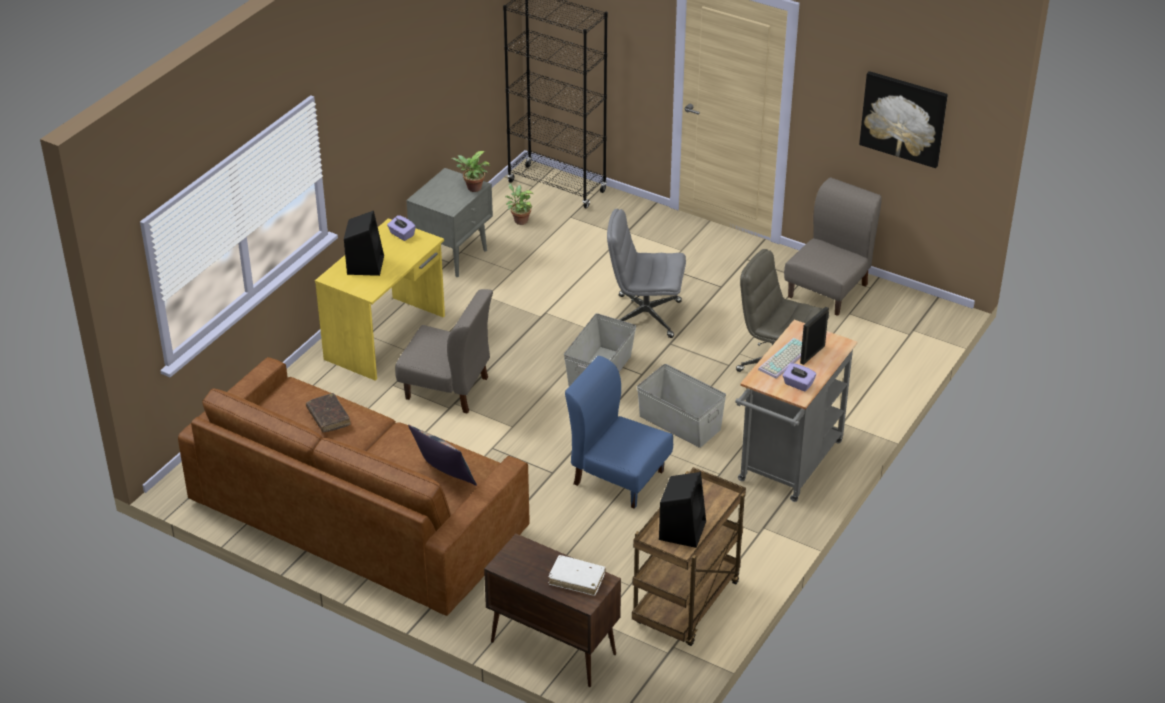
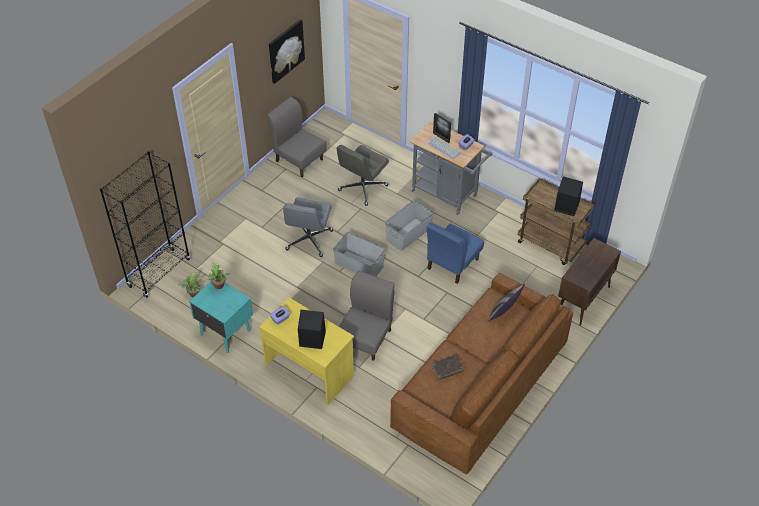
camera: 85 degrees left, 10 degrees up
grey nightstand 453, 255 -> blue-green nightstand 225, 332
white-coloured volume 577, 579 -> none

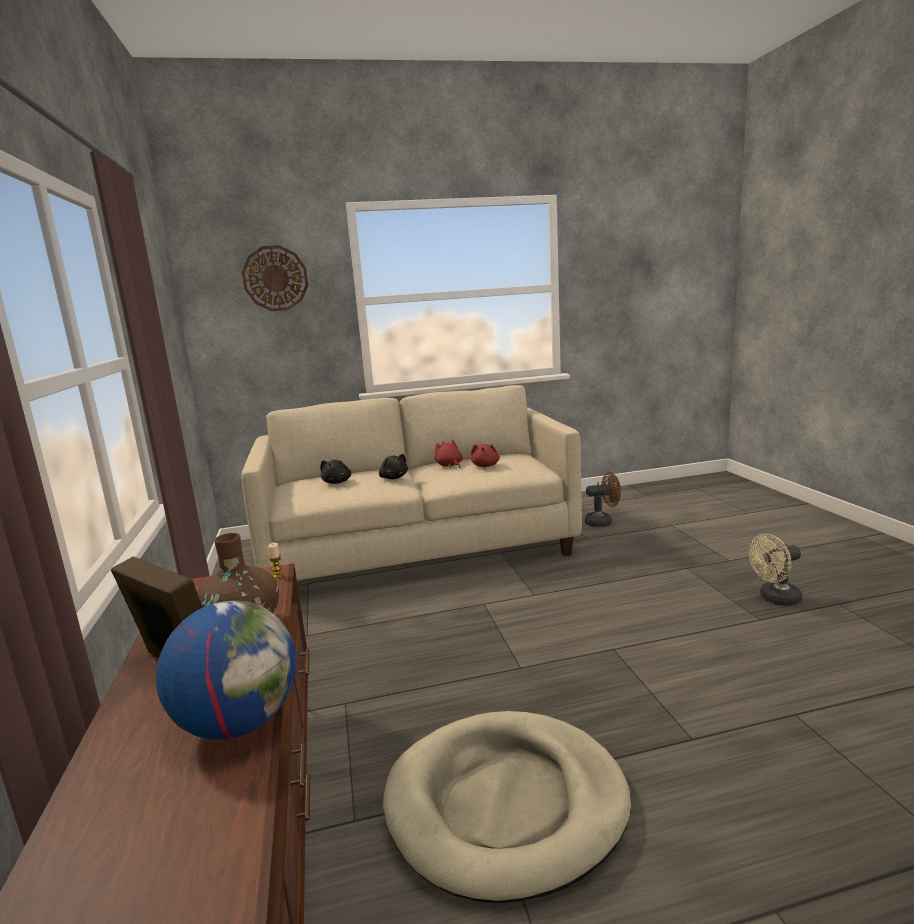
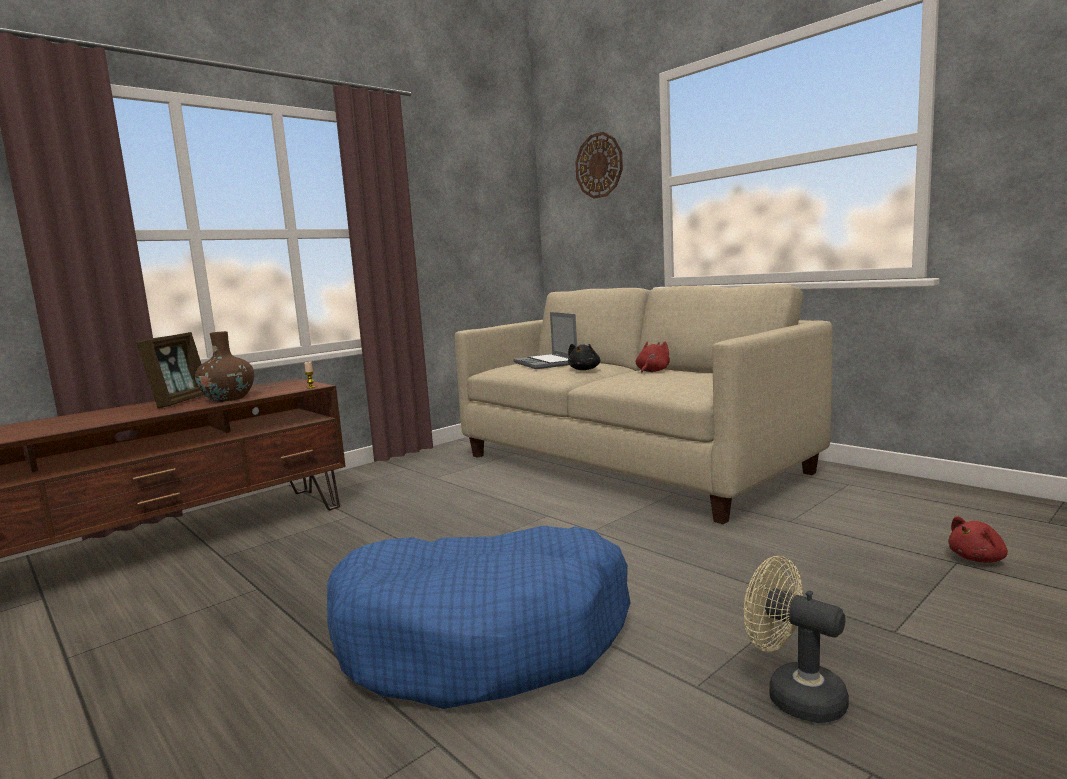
camera: 60 degrees right, 5 degrees down
world globe 239, 722 -> none
black-coloured cuddly toy 337, 482 -> laptop 546, 363
beige-coloured pet bed 506, 804 -> none
red cuddly toy 485, 466 -> red cuddly toy 978, 559, relocated
brown fan 603, 522 -> none
none -> blue pet bed 483, 637

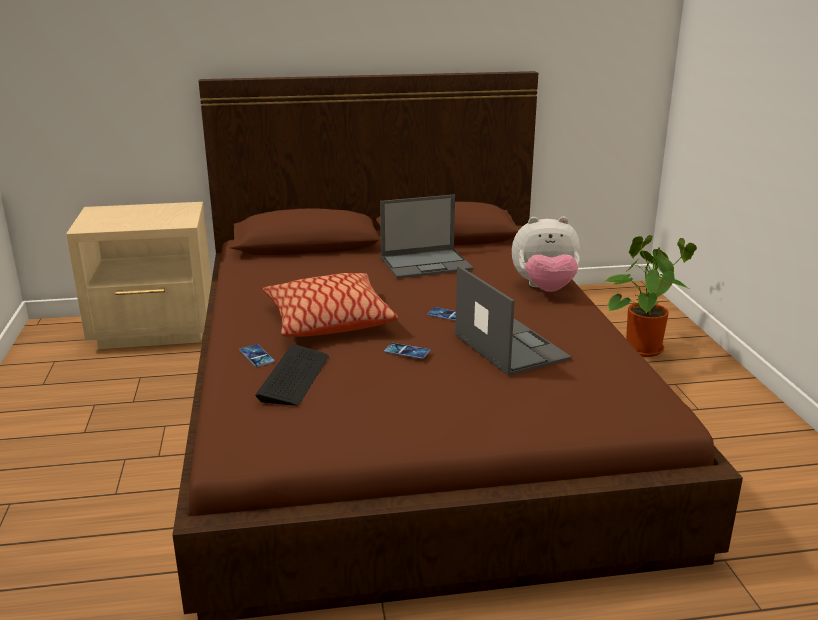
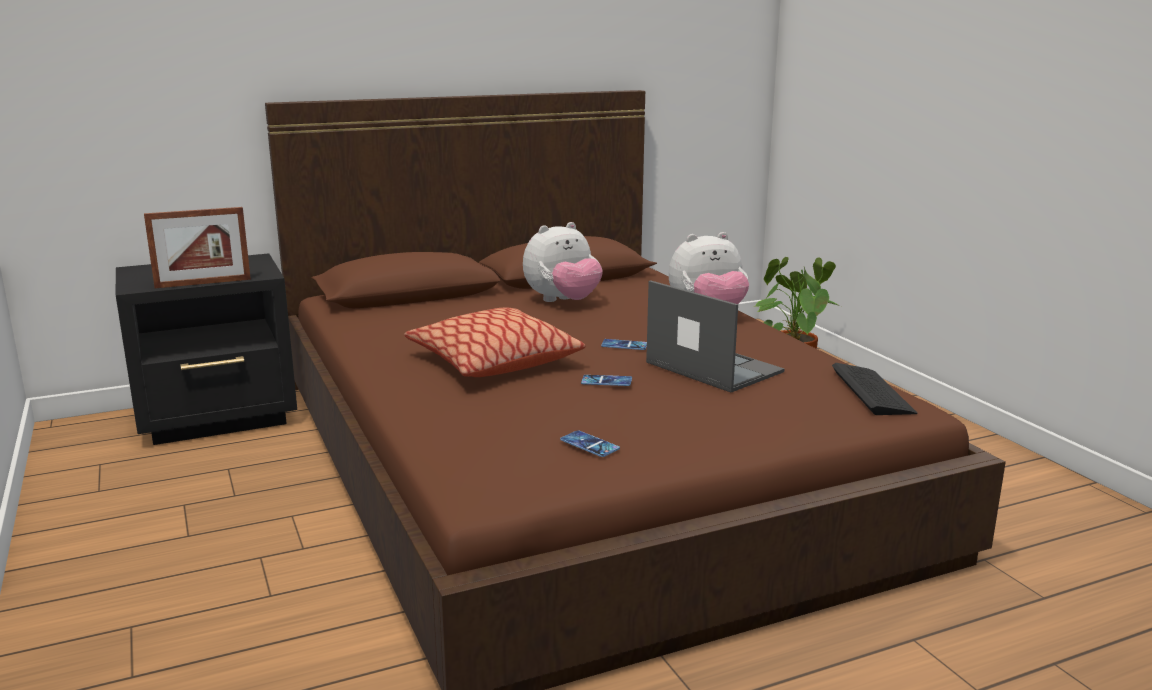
camera: 15 degrees left, 5 degrees down
beige-coloured nightstand 156, 331 -> black-coloured nightstand 219, 418
phone 256, 356 -> phone 589, 444, relocated
computer keyboard 294, 377 -> computer keyboard 872, 392, relocated
laptop 427, 263 -> cuddly toy 563, 301
none -> standing frame 203, 283

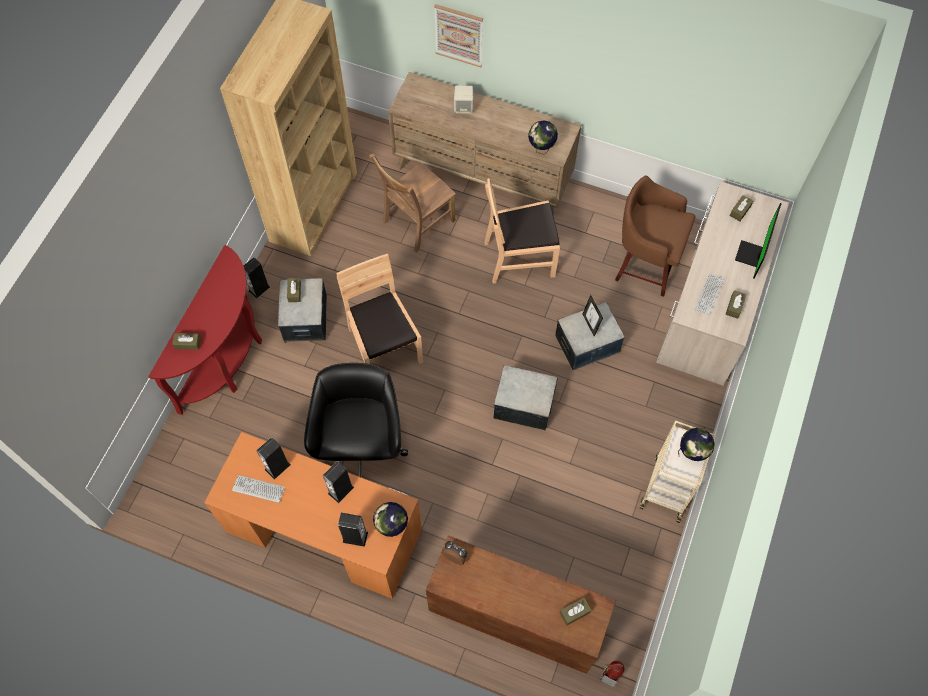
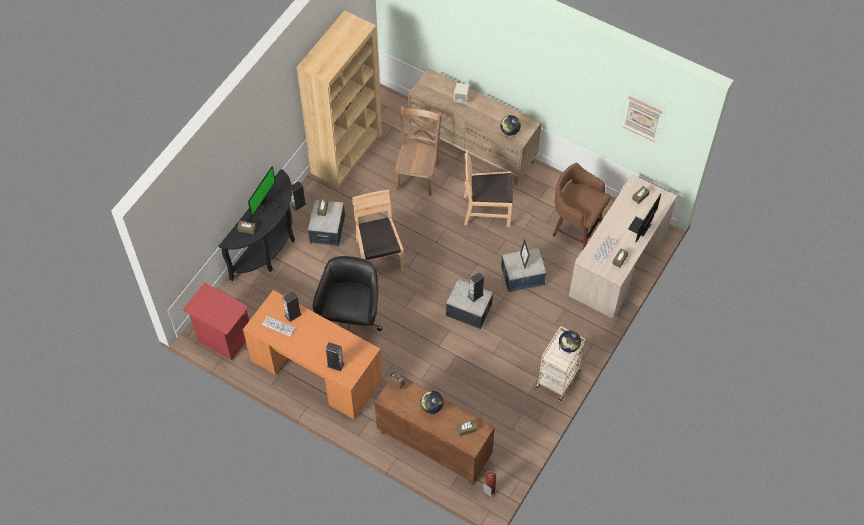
camera: 10 degrees right, 5 degrees down
red console table 228, 359 -> black-coloured console table 269, 249
loudspeaker 341, 490 -> loudspeaker 475, 295, relocated
brown plain chair 416, 223 -> brown plain chair 418, 175, 135 degrees clockwise
world globe 392, 526 -> world globe 431, 409, relocated
picture 459, 35 -> picture 642, 118, relocated
none -> red nightstand 223, 338
none -> computer screen 269, 205

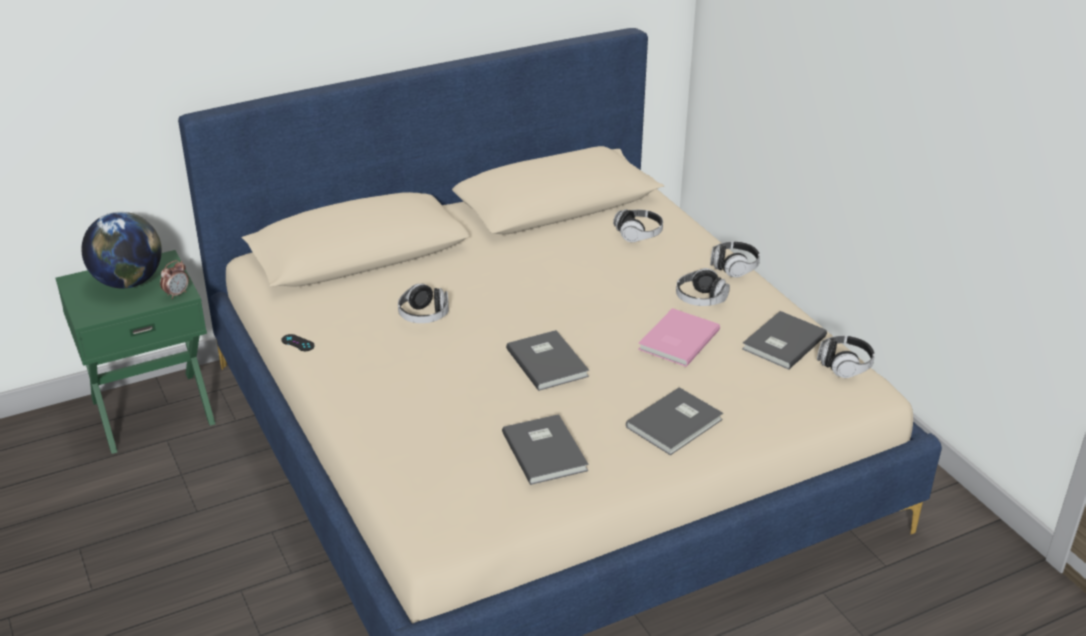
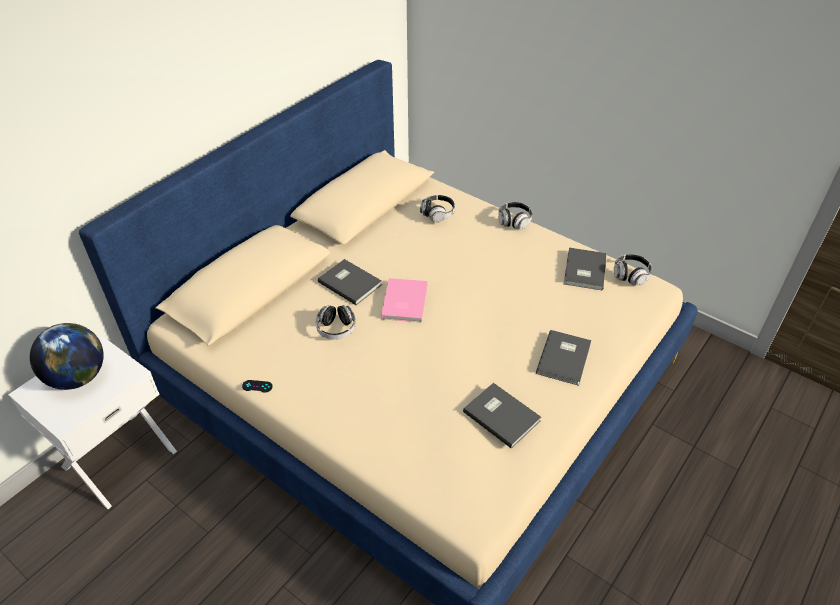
camera: 25 degrees left, 10 degrees up
green-coloured nightstand 152, 410 -> white-coloured nightstand 118, 458
bedside clock 177, 294 -> none
grey volume 548, 361 -> grey volume 350, 282, relocated
pink volume 676, 340 -> pink volume 403, 302, relocated
headphones 700, 299 -> none

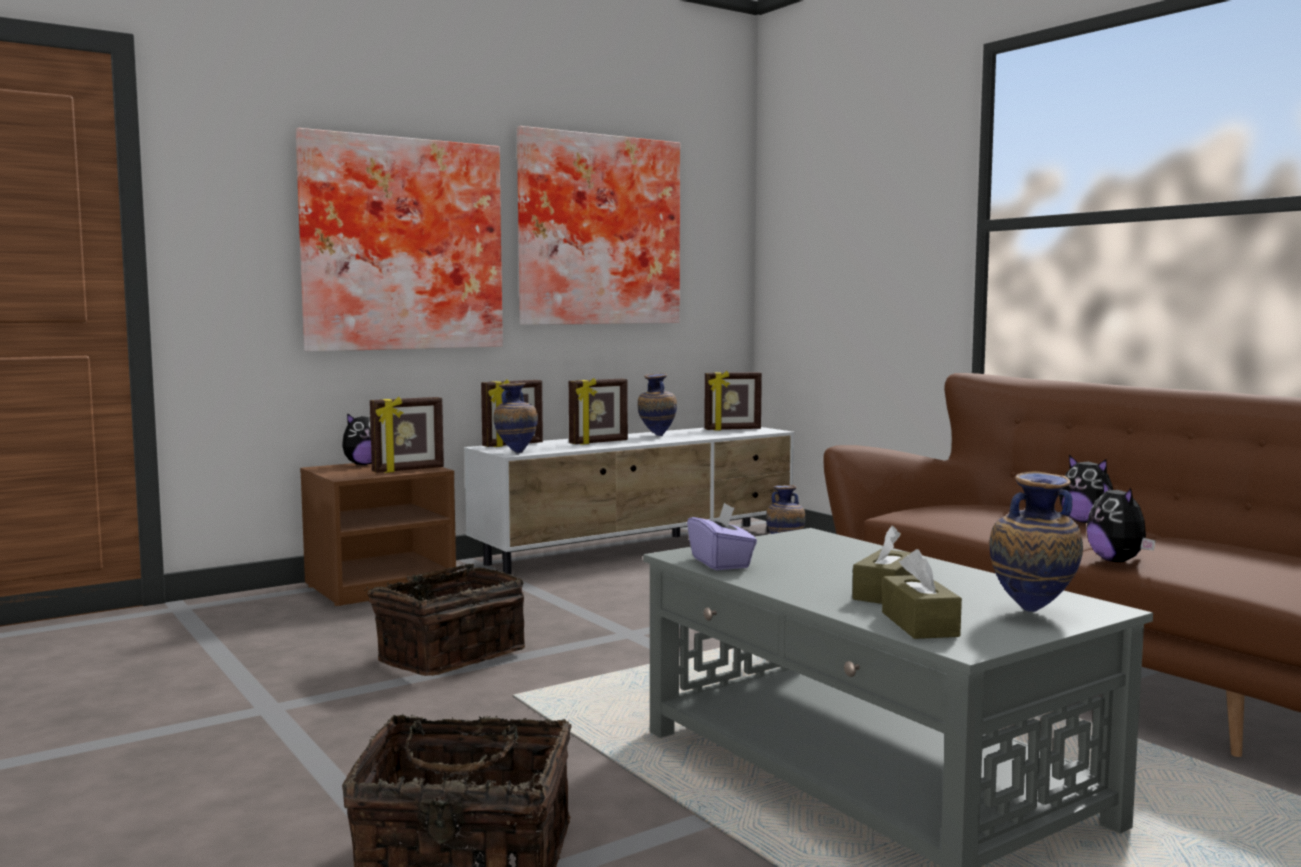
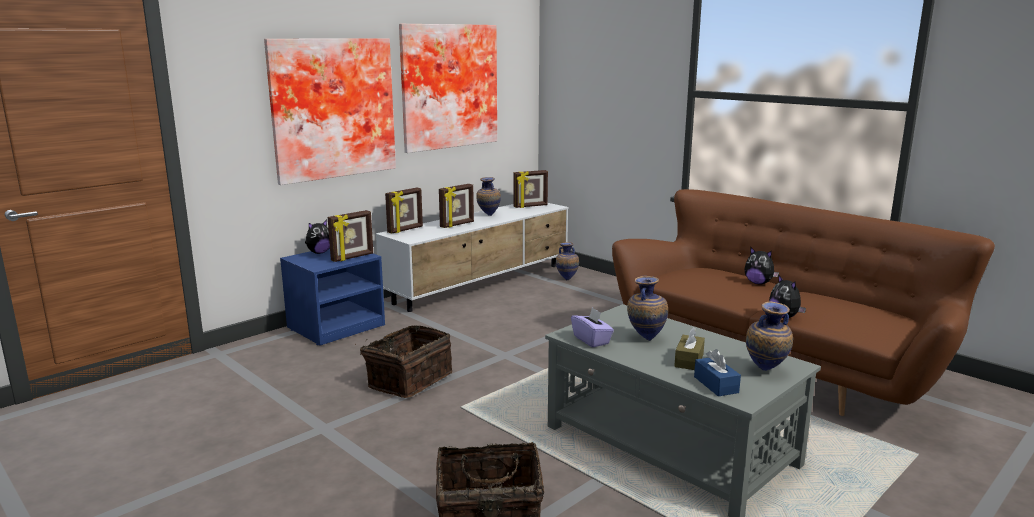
camera: 10 degrees left, 10 degrees up
brown nightstand 380, 586 -> blue nightstand 336, 326
flower vase 515, 452 -> flower vase 645, 339, relocated
brown box of tissues 919, 624 -> blue box of tissues 716, 385

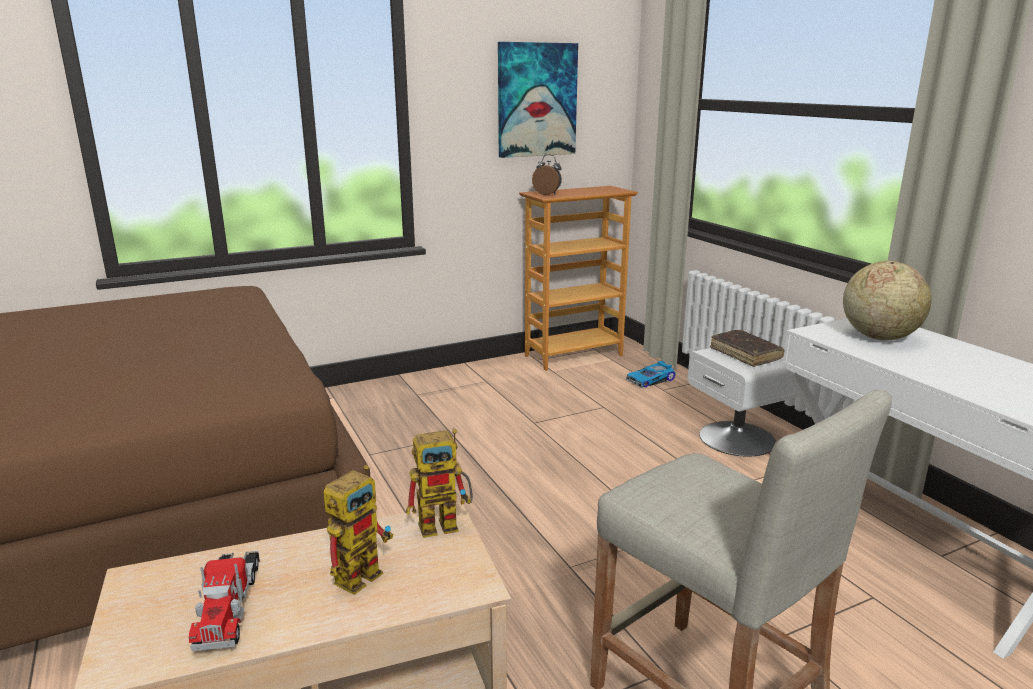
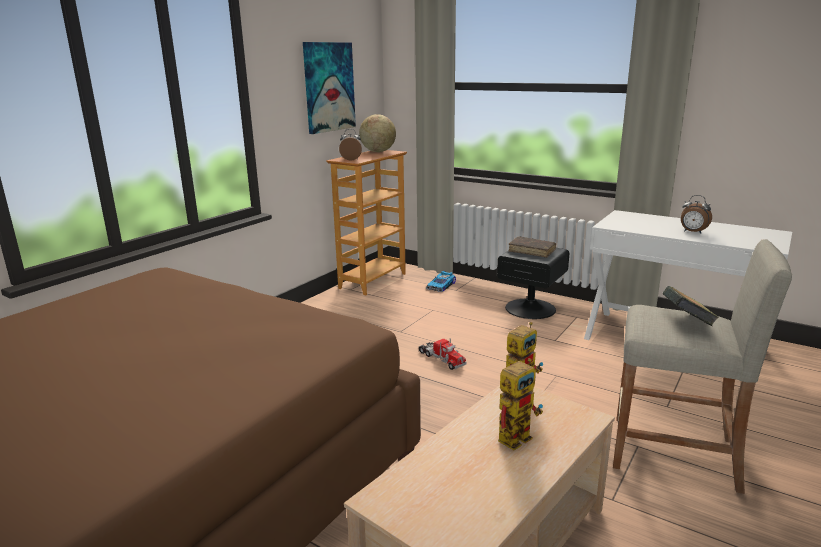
camera: 30 degrees left, 0 degrees up
toy lorry 229, 605 -> toy lorry 441, 359, relocated
toy robot 363, 571 -> toy robot 517, 435, 45 degrees clockwise
white-coloured nightstand 738, 438 -> black-coloured nightstand 530, 308
world globe 879, 337 -> world globe 378, 151, relocated
none -> volume 686, 322
none -> bedside clock 692, 232

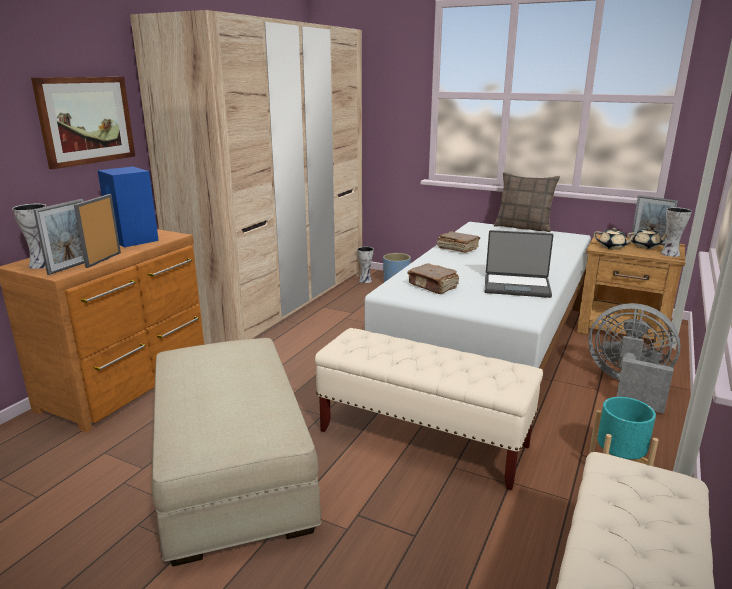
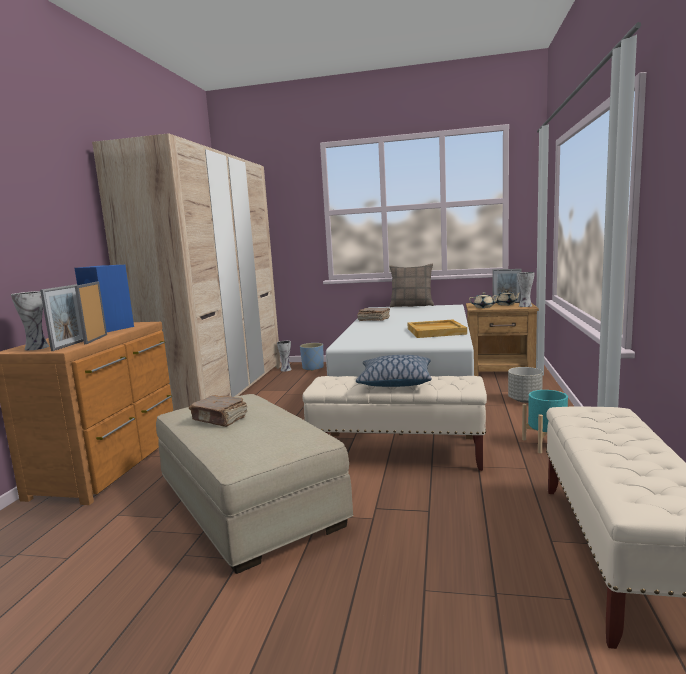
camera: 15 degrees left, 10 degrees down
picture 86, 120 -> none
brown volume 433, 286 -> brown volume 220, 419, relocated
laptop 517, 286 -> beige-coloured tray 436, 331
grey fan 628, 386 -> grey plant pot 524, 400
none -> throw pillow 395, 381

